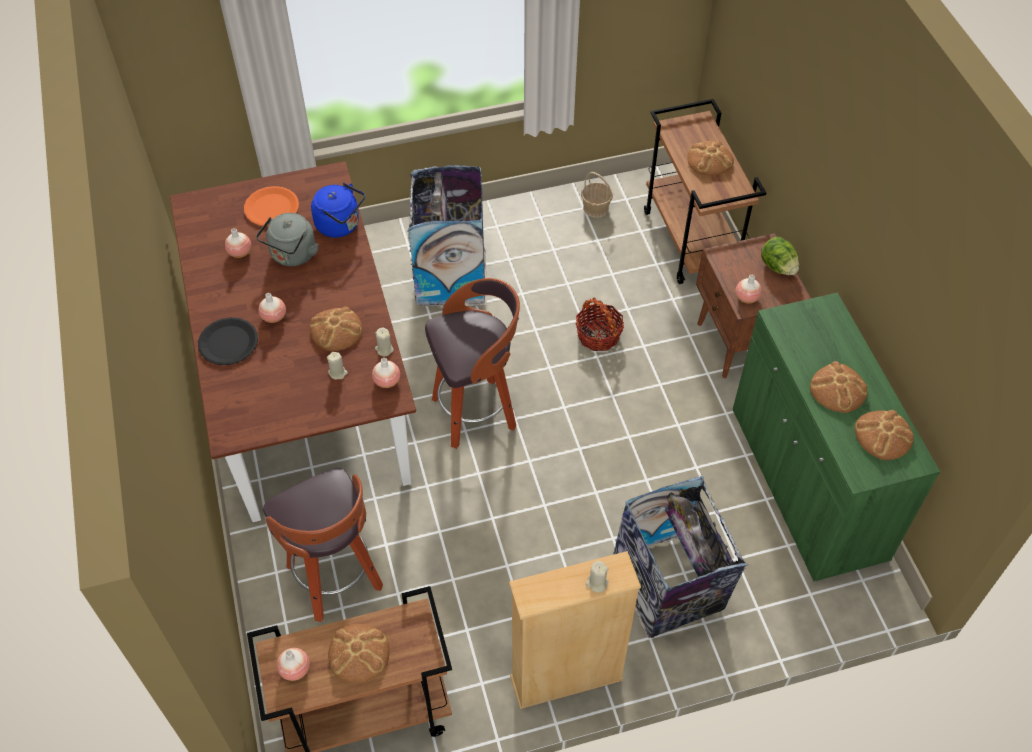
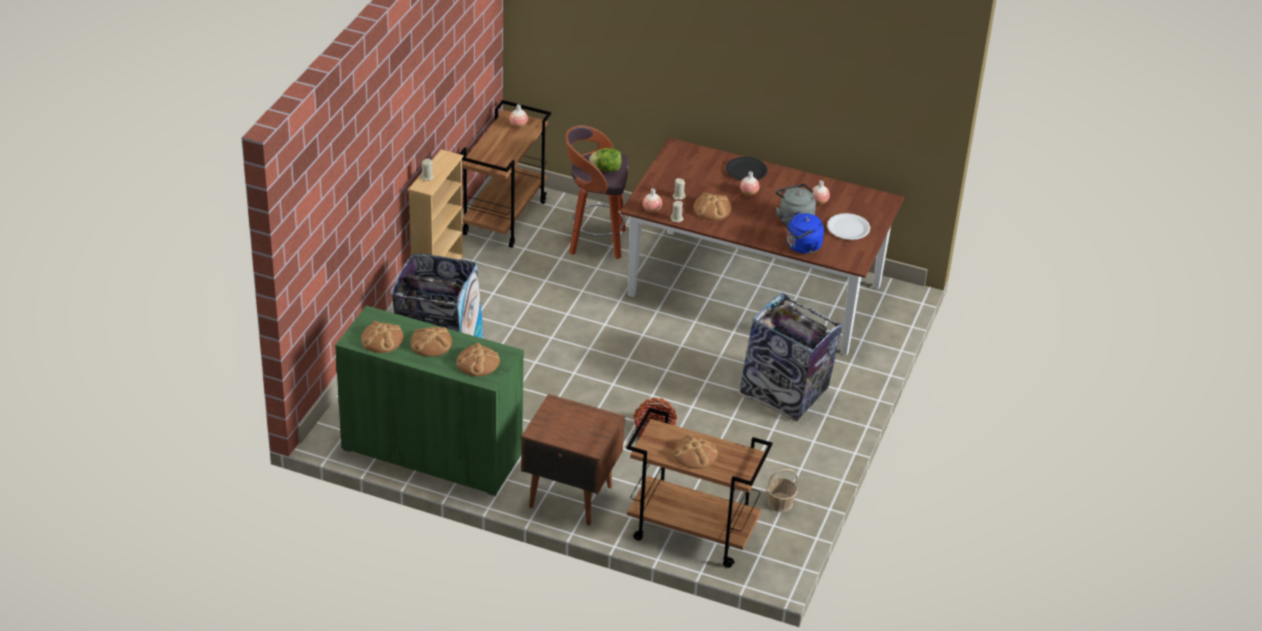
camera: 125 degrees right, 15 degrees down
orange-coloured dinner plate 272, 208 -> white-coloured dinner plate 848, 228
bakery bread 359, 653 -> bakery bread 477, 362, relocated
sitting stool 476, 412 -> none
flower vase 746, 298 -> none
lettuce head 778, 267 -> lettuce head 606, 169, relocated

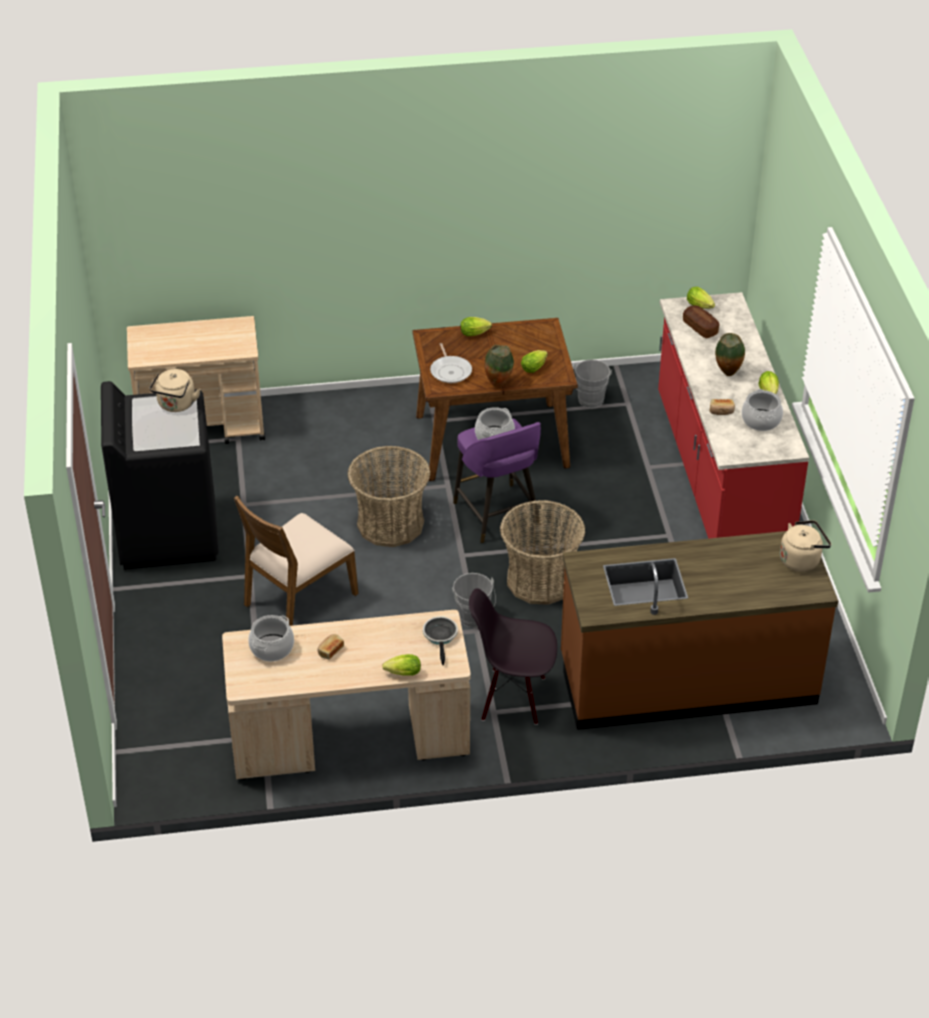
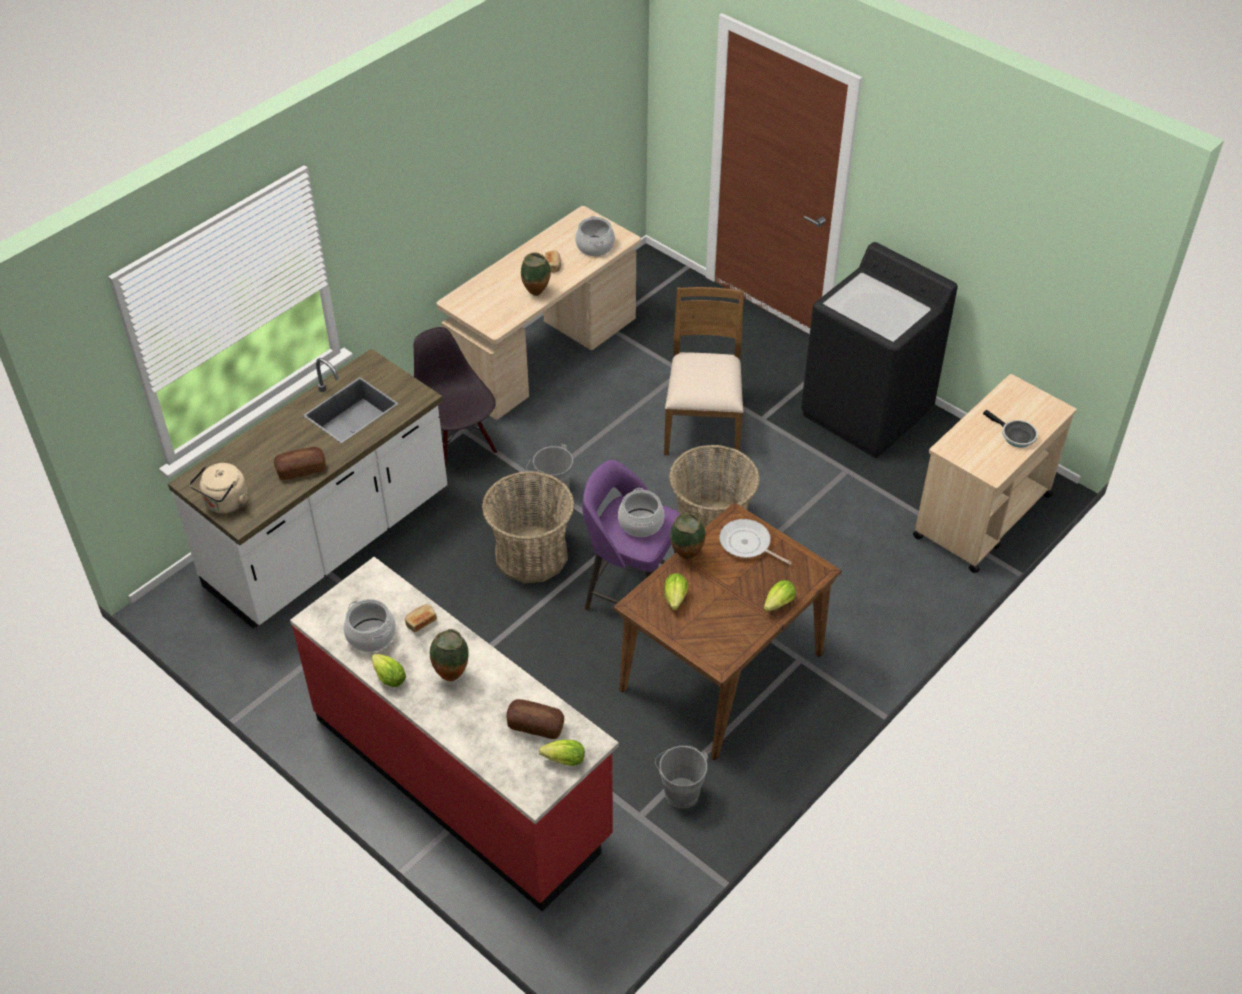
camera: 140 degrees right, 5 degrees up
beige-coloured kettle 176, 405 -> none
lettuce head 401, 673 -> none
frying pan 441, 637 -> frying pan 1015, 436, relocated
black-coloured plain chair 513, 697 -> black-coloured plain chair 458, 448, 90 degrees counterclockwise
brown kitchen counter 687, 680 -> white-coloured kitchen counter 330, 541
none -> bakery bread 301, 469
none -> flower vase 537, 294

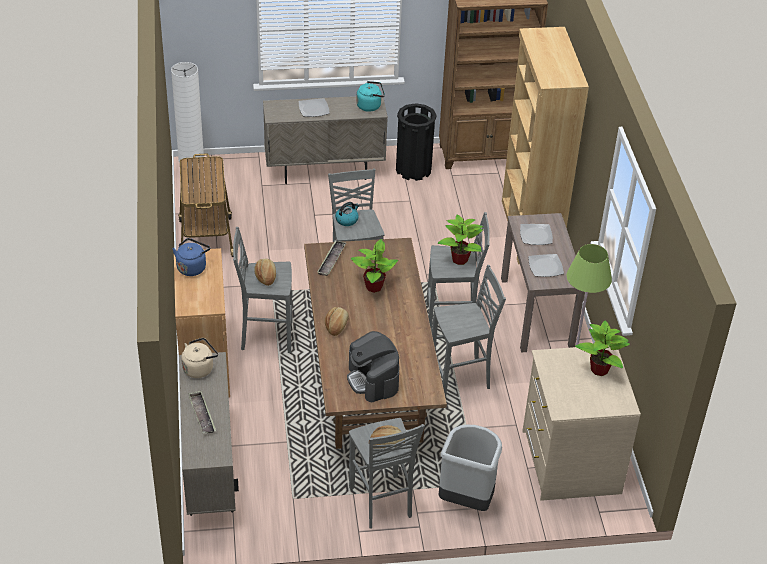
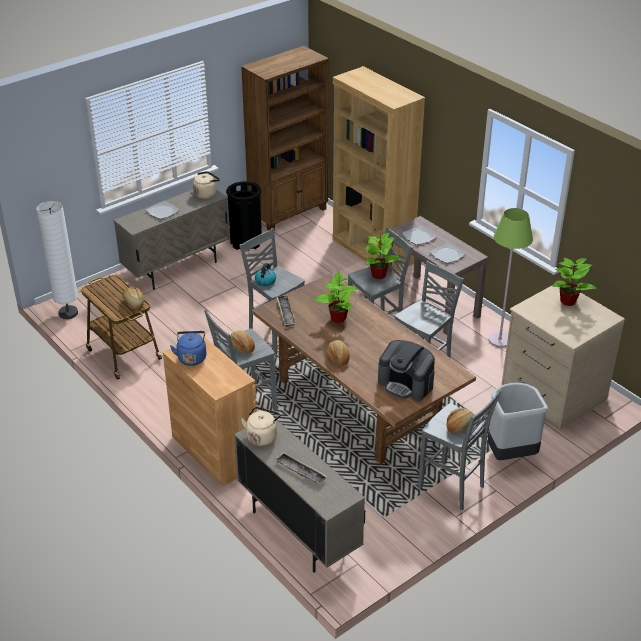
camera: 30 degrees left, 5 degrees down
blue-green kettle 370, 106 -> beige-coloured kettle 206, 194
none -> bakery bread 133, 303

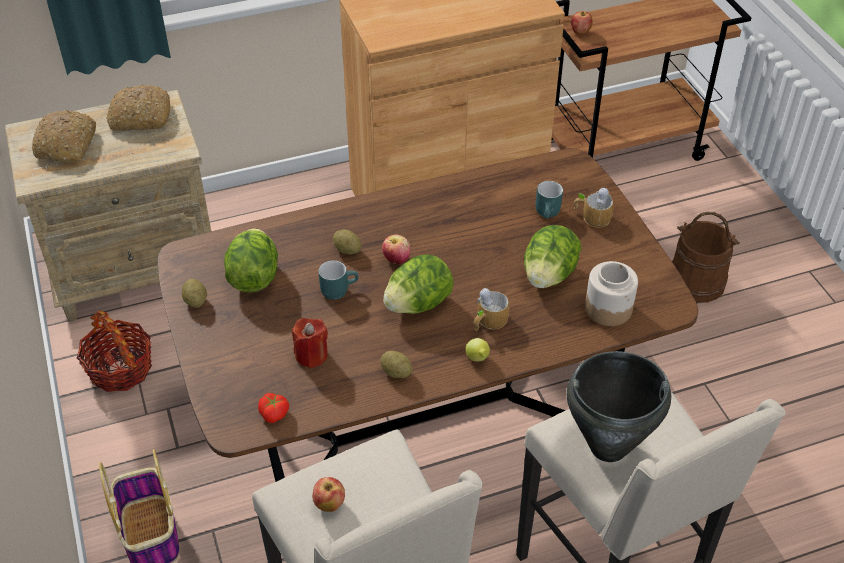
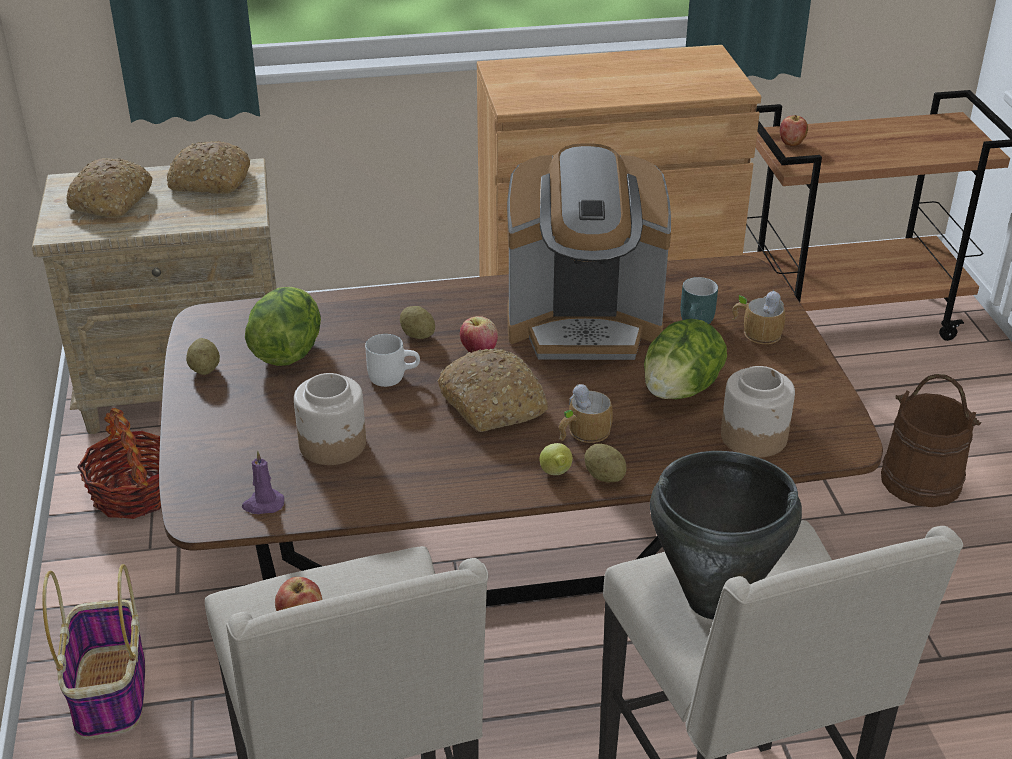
camera: 10 degrees right, 10 degrees down
tomato 274, 413 -> purplish wax light 263, 504
red wax light 311, 355 -> preserve jar 333, 444
blue-green coffee mug 338, 289 -> white-coloured coffee mug 392, 375
potato 396, 372 -> potato 604, 476, relocated
lettuce head 418, 304 -> bakery bread 493, 403
none -> coffee machine 584, 324

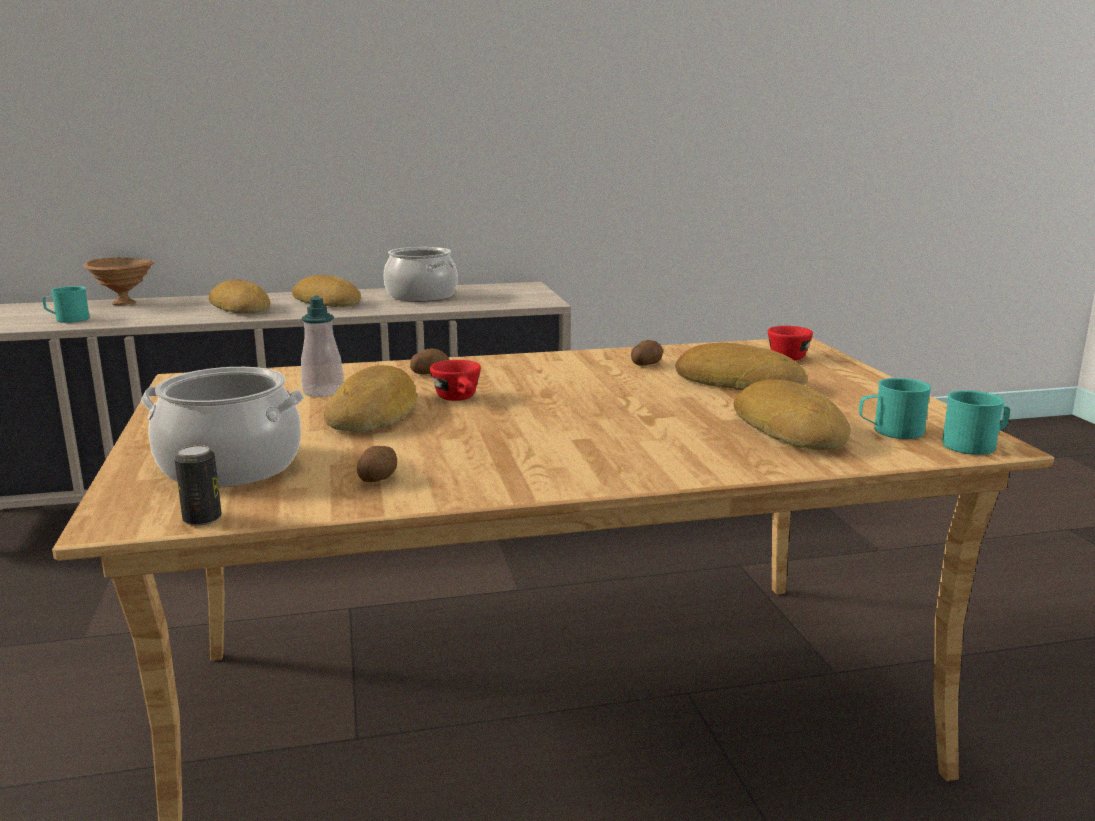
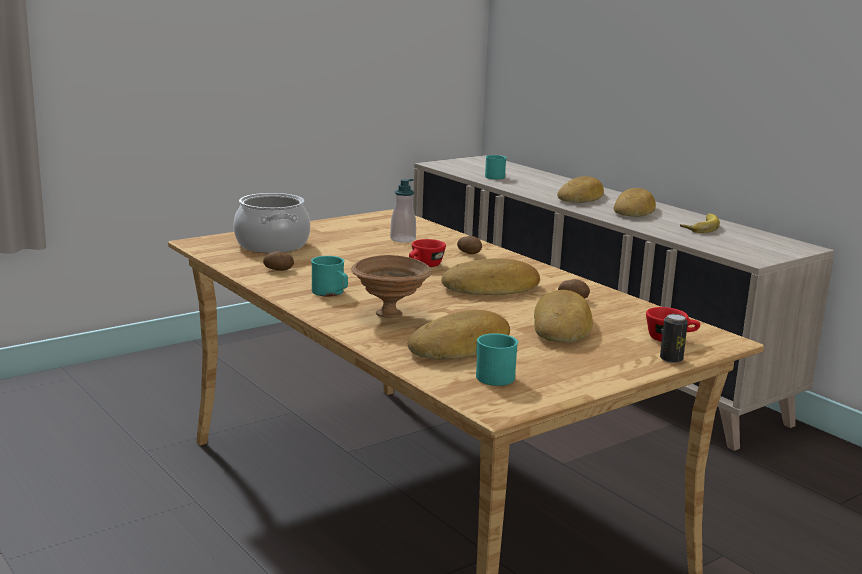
camera: 65 degrees right, 0 degrees up
brown deep dish 124, 303 -> brown deep dish 391, 314, relocated
can 202, 519 -> can 671, 359, relocated
bakery bread 374, 412 -> bakery bread 492, 288, relocated
cooking pot 420, 296 -> banana fruit 699, 227
blue-green coffee mug 975, 445 -> blue-green coffee mug 331, 293, relocated

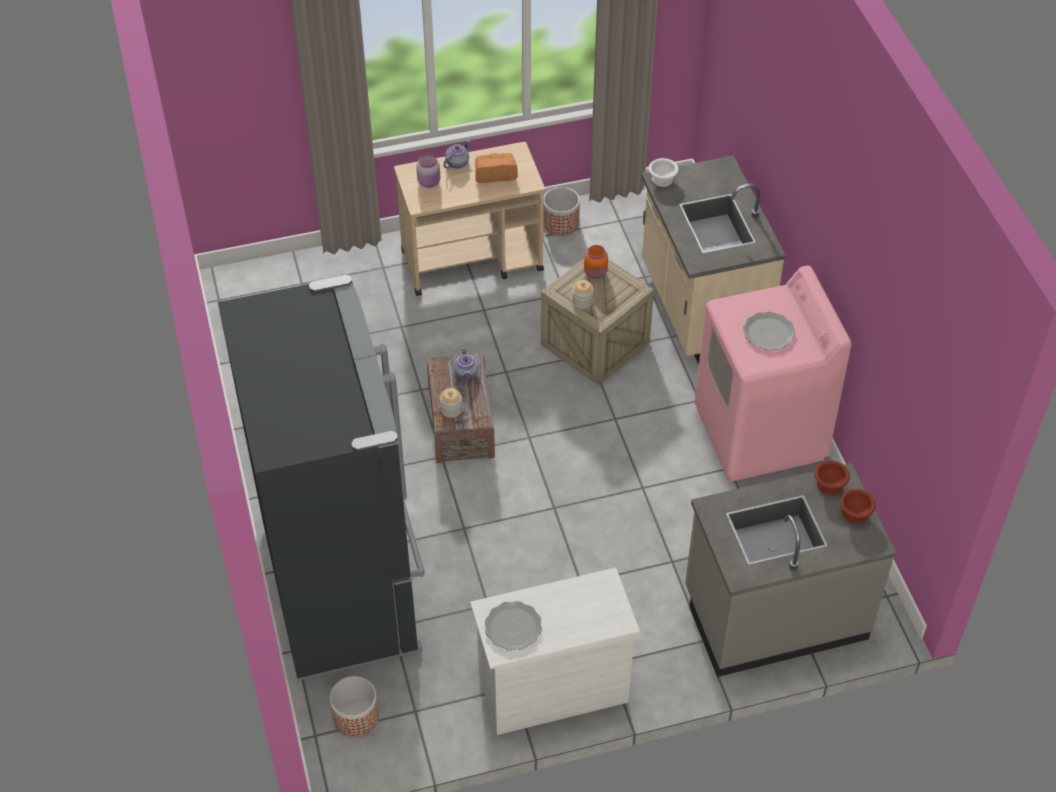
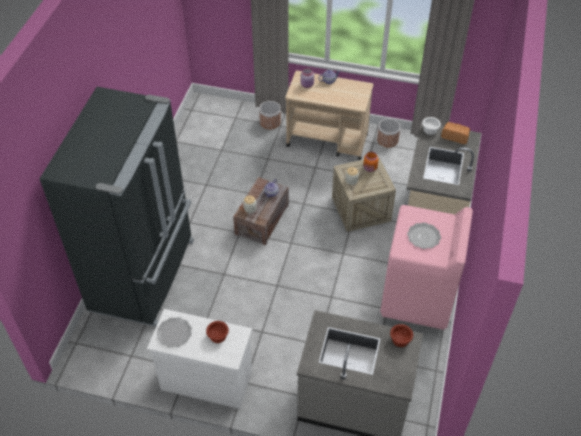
camera: 30 degrees right, 0 degrees up
plant pot 356, 717 -> plant pot 270, 122, relocated
bakery bread 495, 174 -> bakery bread 455, 137, relocated
brown deep dish 856, 514 -> brown deep dish 218, 336, relocated

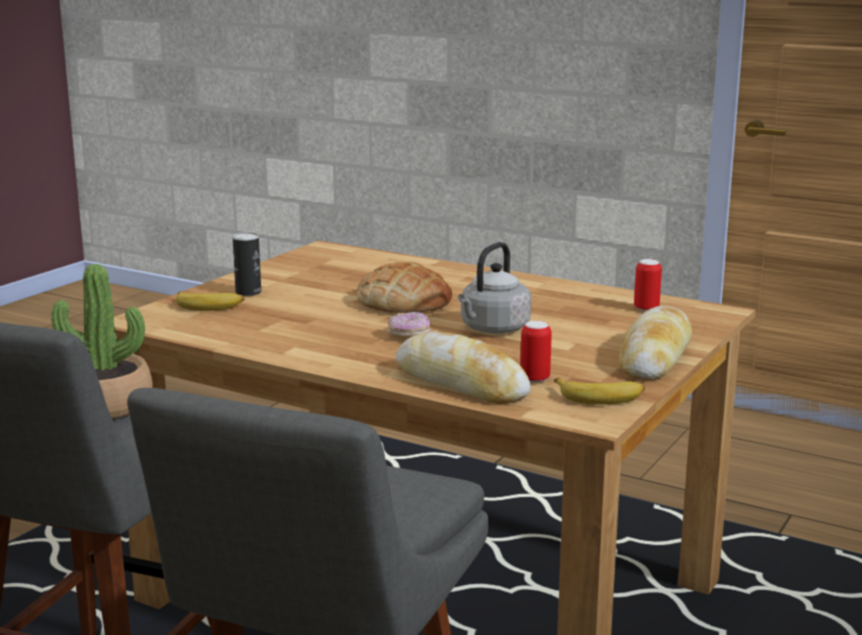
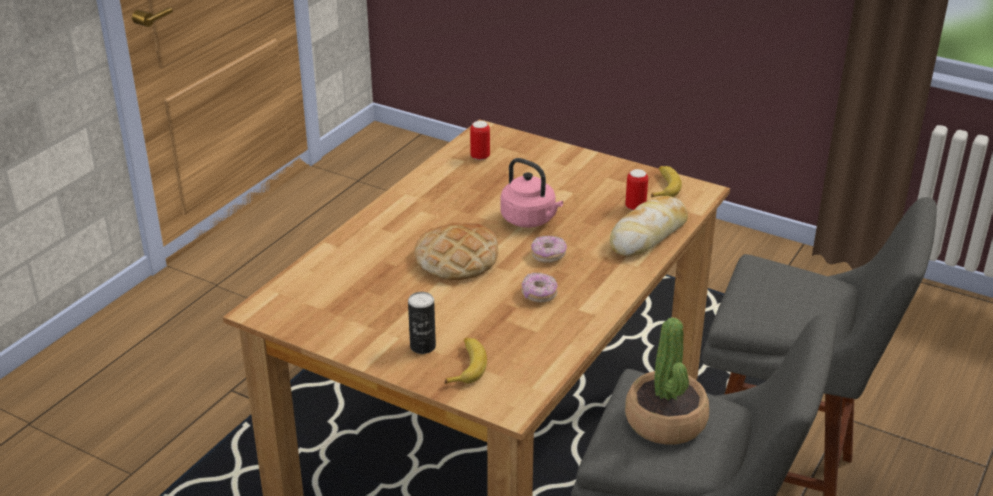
camera: 90 degrees left, 15 degrees up
grey kettle 492, 329 -> pink kettle 530, 220
bakery bread 655, 357 -> none
none -> donut 539, 295

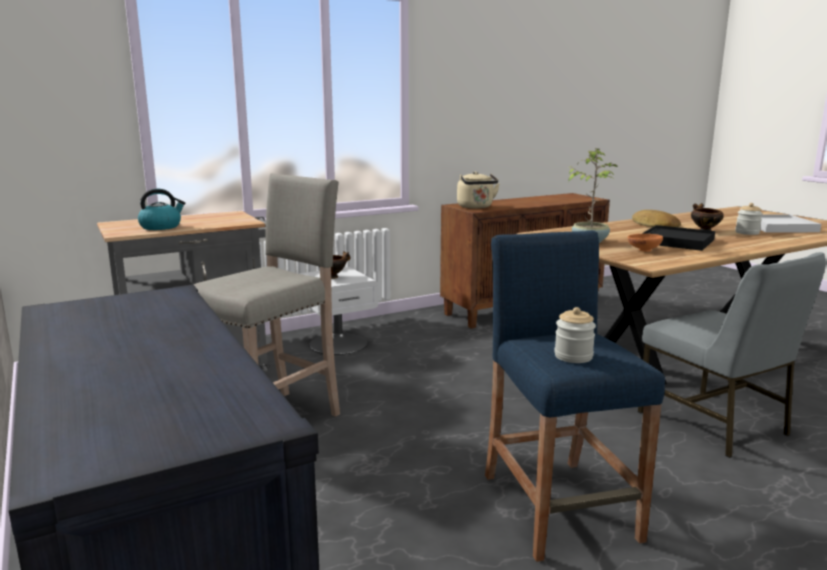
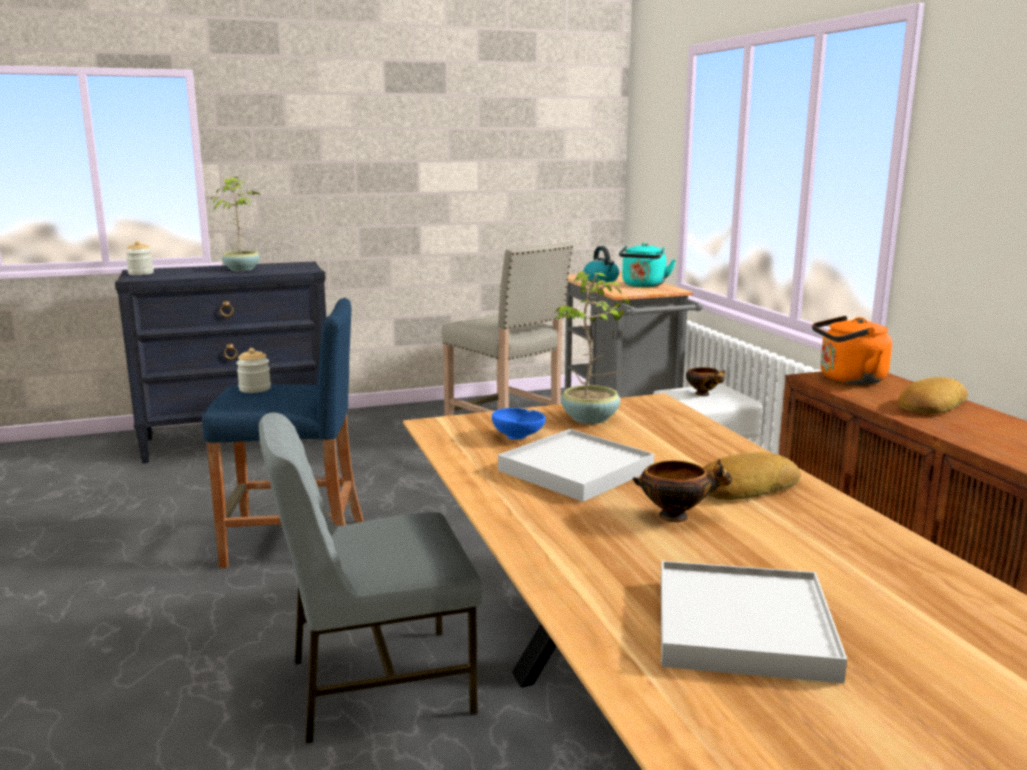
camera: 100 degrees right, 0 degrees up
beige-coloured kettle 476, 207 -> orange-coloured kettle 848, 379
orange-coloured deep dish 643, 250 -> blue deep dish 519, 437
black-coloured tray 677, 241 -> white-coloured tray 575, 470
preserve jar 747, 232 -> preserve jar 141, 273, relocated
none -> potted plant 242, 269
none -> blue-green kettle 643, 285
none -> bakery bread 930, 405

